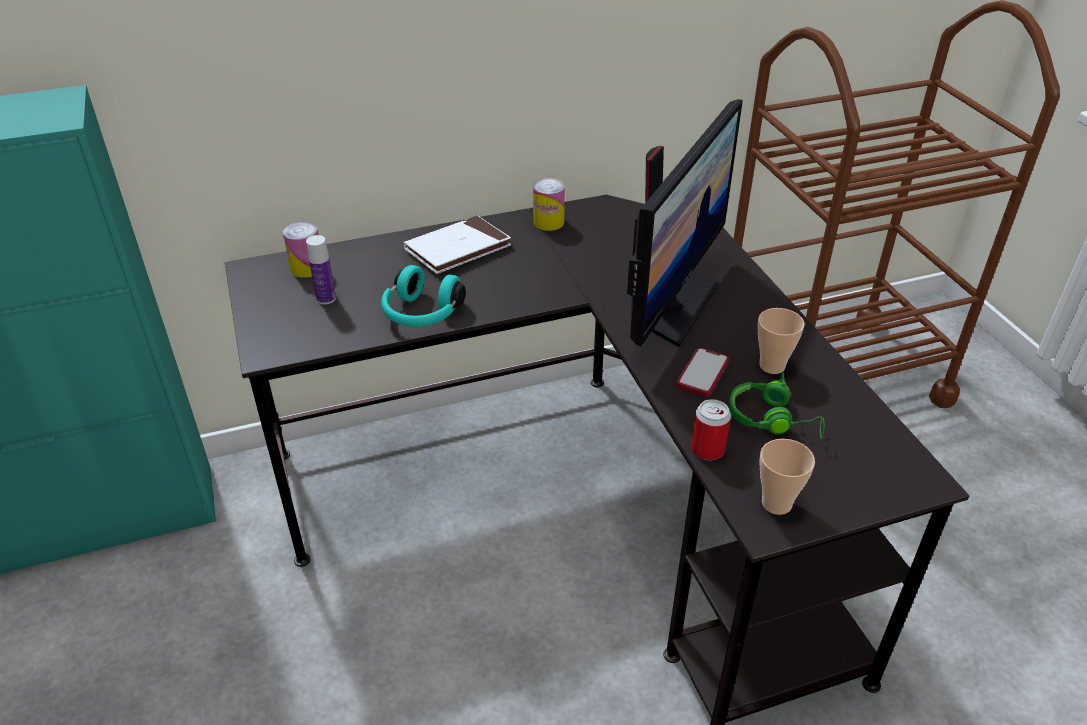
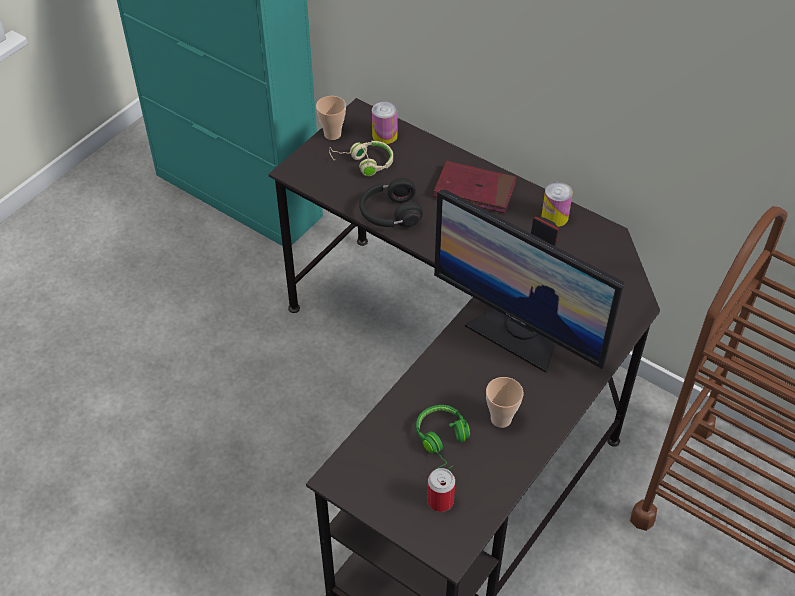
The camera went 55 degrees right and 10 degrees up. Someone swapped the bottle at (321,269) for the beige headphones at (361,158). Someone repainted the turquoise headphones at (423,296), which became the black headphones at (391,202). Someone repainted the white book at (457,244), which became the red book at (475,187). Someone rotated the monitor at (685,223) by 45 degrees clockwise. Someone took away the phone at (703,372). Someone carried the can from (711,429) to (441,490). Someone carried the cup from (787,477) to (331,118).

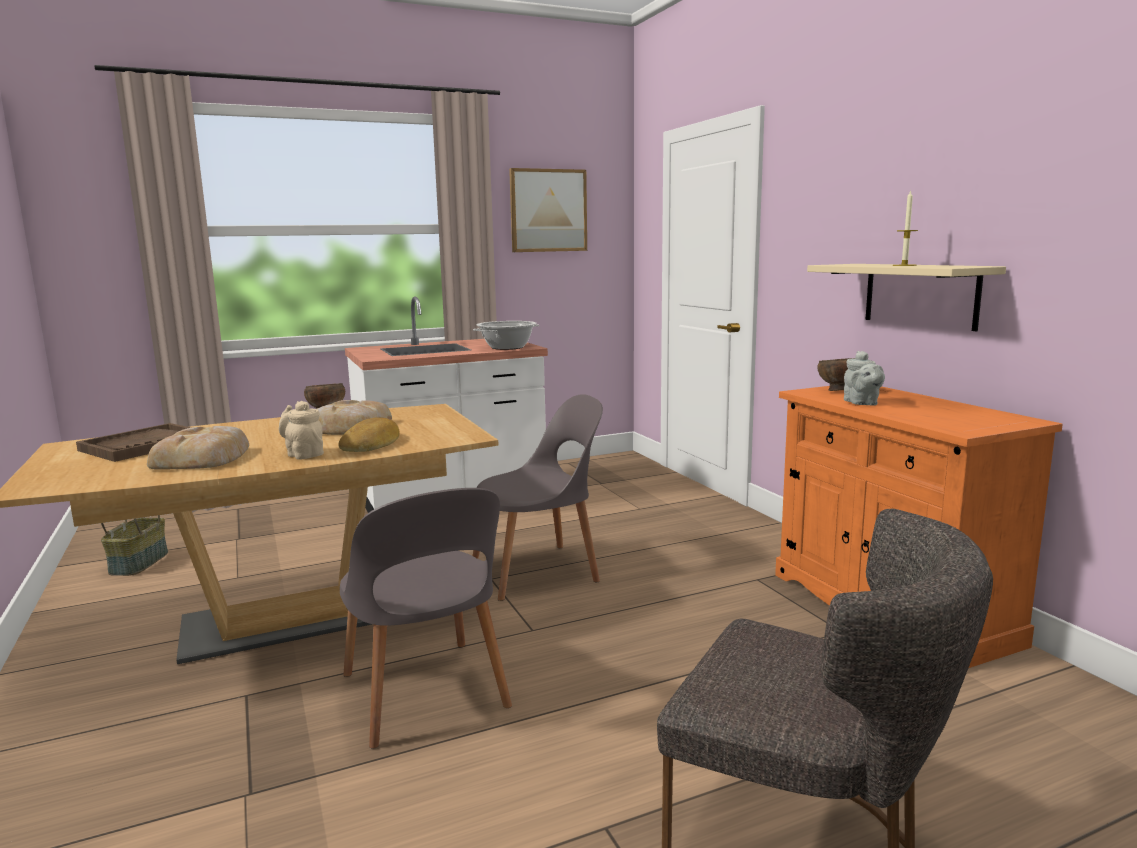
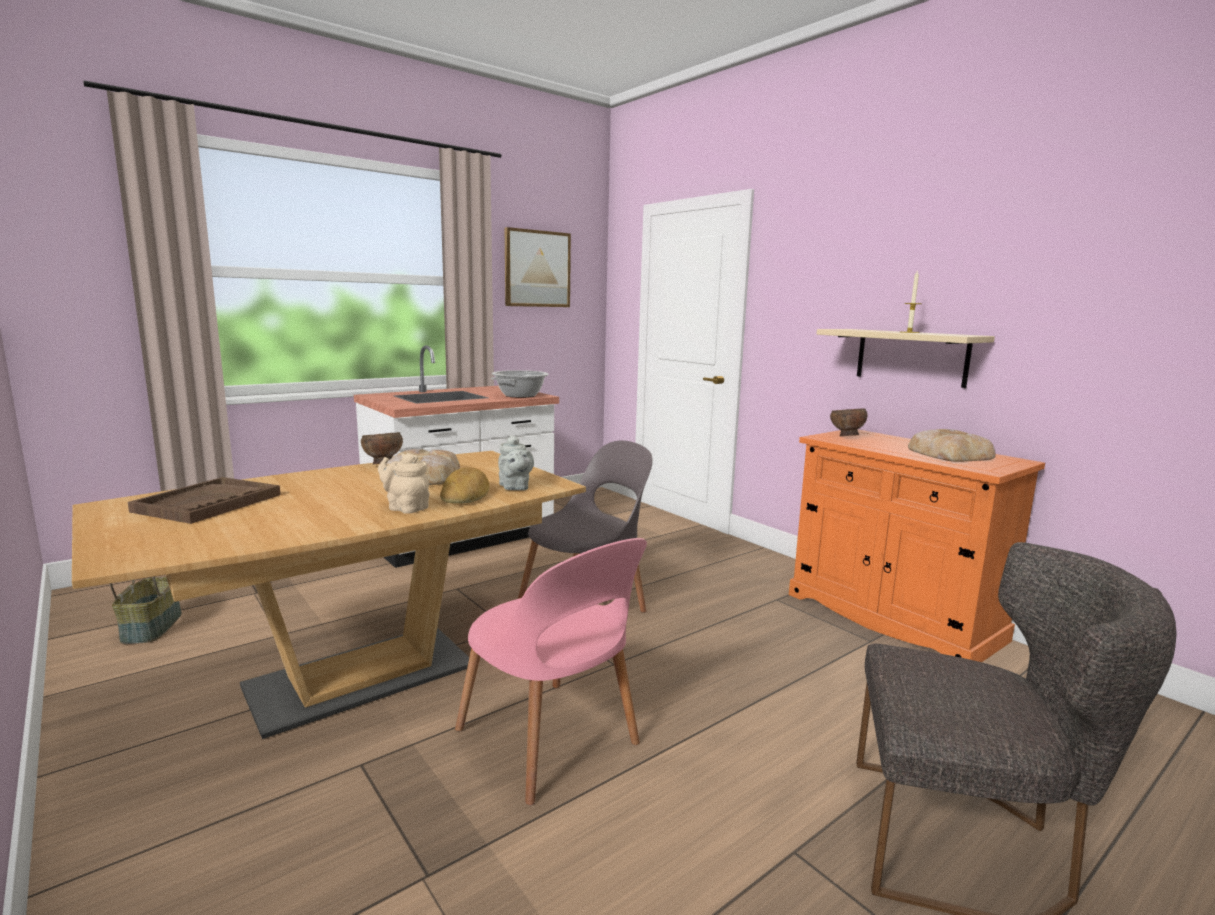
The camera went 15 degrees left and 0 degrees up. Someone carried the bread from (198,448) to (952,445). Someone repainted the grey chair at (426,618), which became the pink chair at (551,671). Someone carried the grey teapot from (864,378) to (516,462).

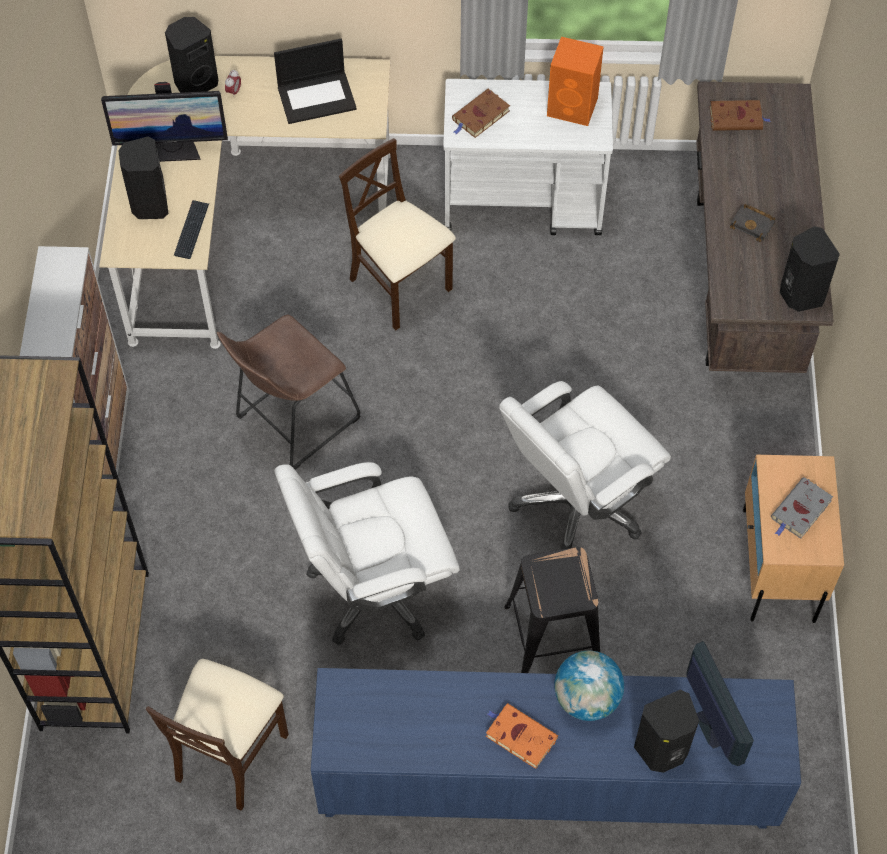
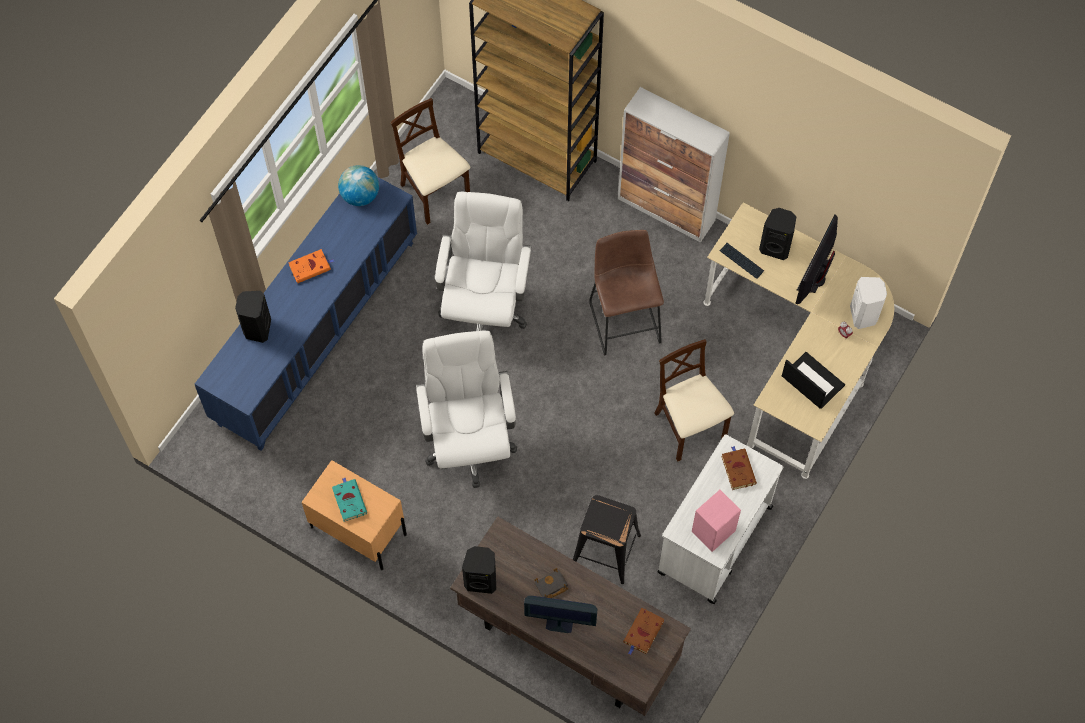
The camera went 120 degrees right and 5 degrees up. Someone repainted the black speaker at (191,55), which became the white speaker at (868,303). Someone rotated the laptop at (315,81) by 120 degrees clockwise. Someone rotated the beige chair at (397,234) by 105 degrees counterclockwise. Someone carried the black stool from (552,610) to (607,539). Someone repainted the orange speaker at (575,81), which became the pink speaker at (716,521). Someone carried the globe from (589,686) to (358,185). Someone carried the monitor from (720,703) to (561,614). Someone repainted the grey book at (802,508), which became the turquoise book at (349,500).

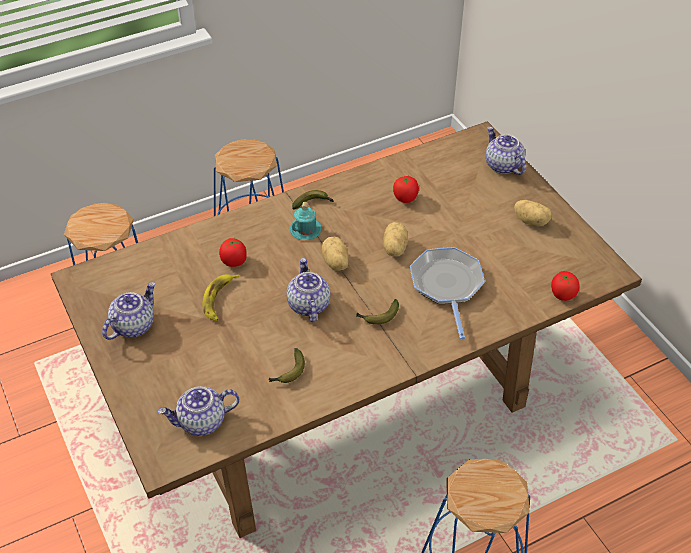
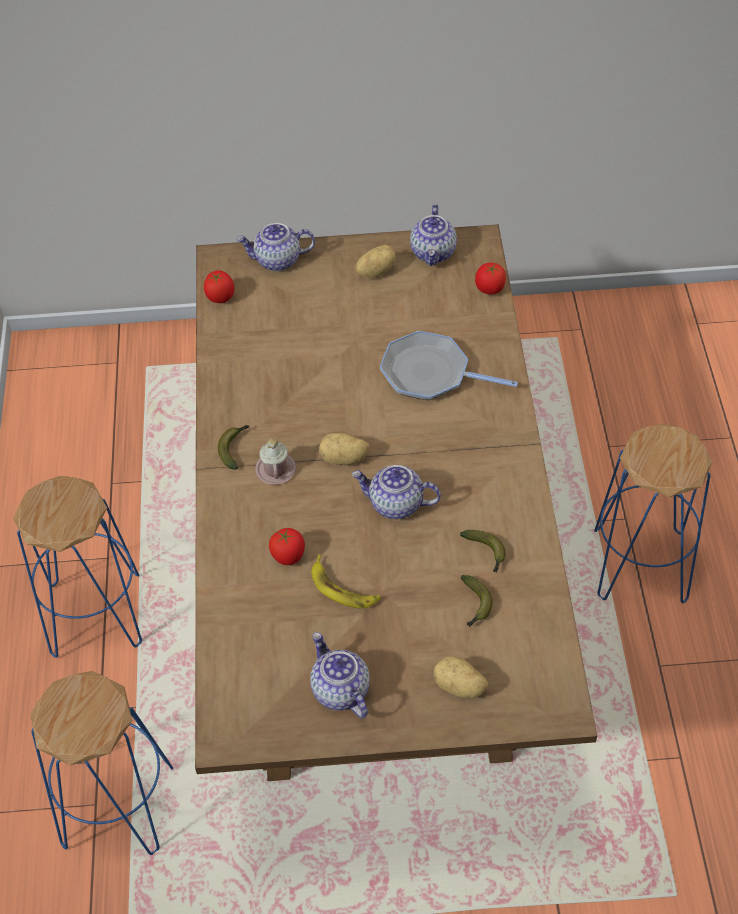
The camera went 65 degrees left and 5 degrees up. Someone carried the teapot from (198,411) to (433,235). Someone repainted the turquoise mug at (306,221), which became the pink mug at (275,461). Someone carried the banana from (377,312) to (477,601). Someone carried the potato from (395,239) to (460,677). Someone carried the tomato from (406,189) to (219,286).

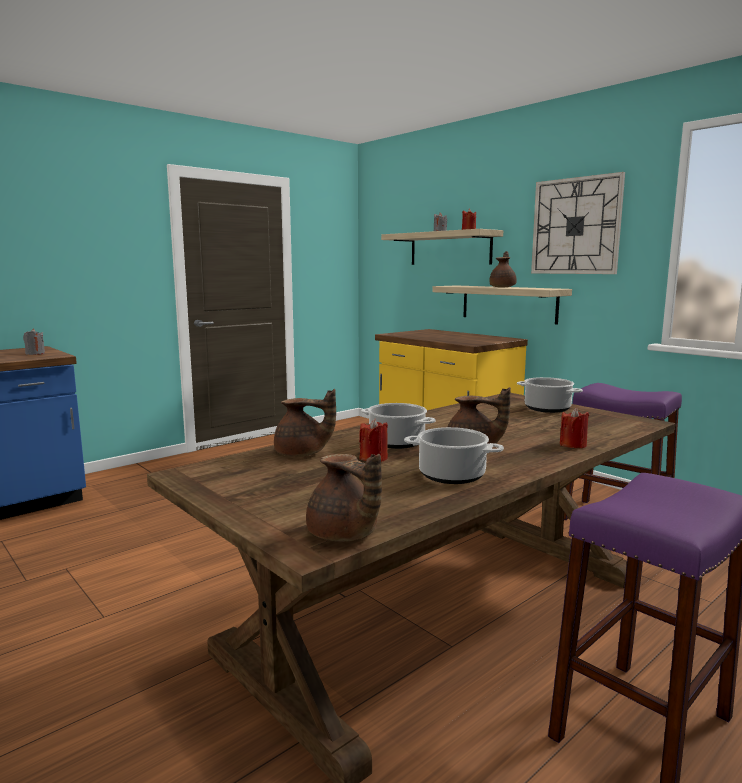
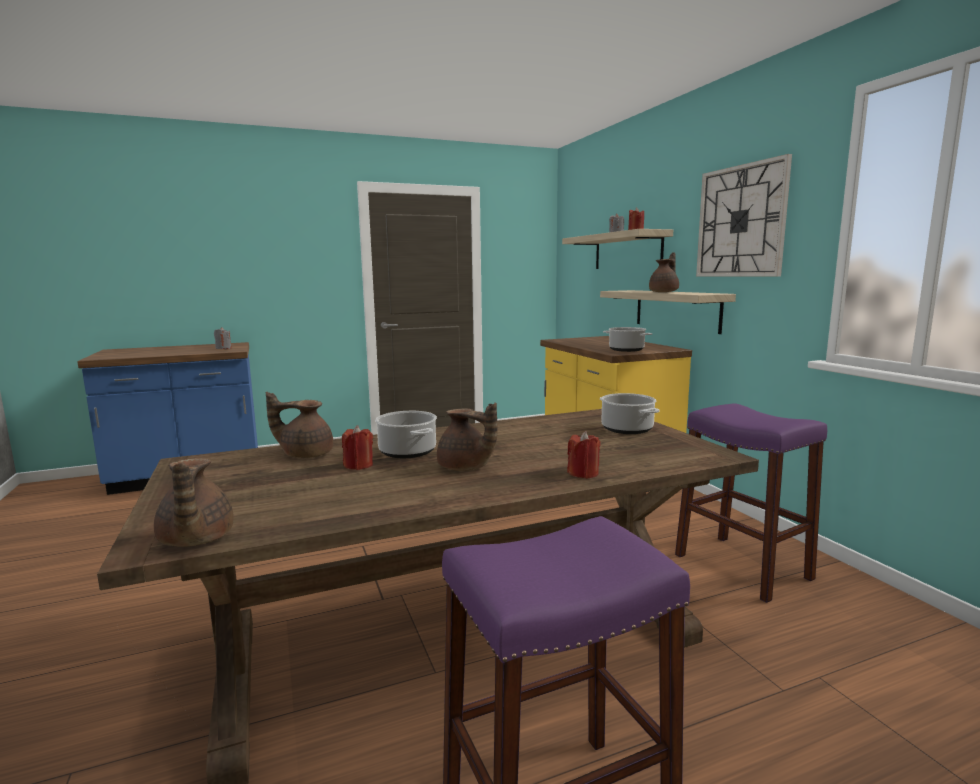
The camera went 20 degrees right and 0 degrees up. Someone rotated the brown teapot at (305,423) by 150 degrees clockwise. Someone carried the cooking pot from (454,455) to (628,339).

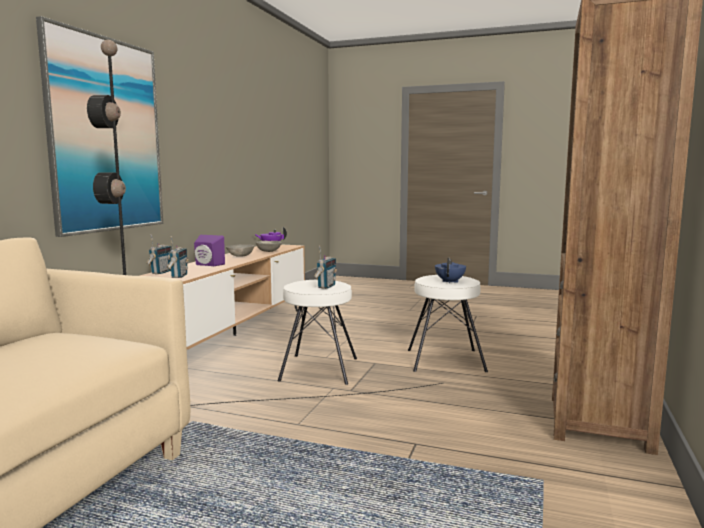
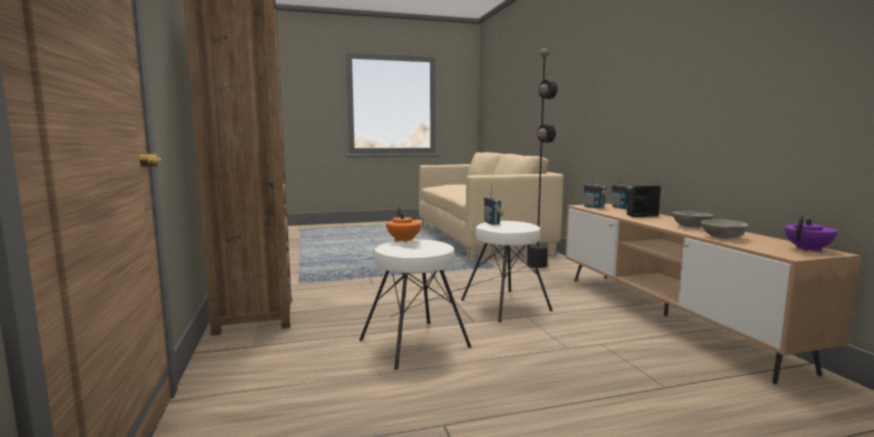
The camera went 145 degrees right and 0 degrees up. Someone took away the picture at (99,126). Someone repainted the purple speaker at (209,250), which became the black speaker at (644,201). Someone repainted the blue teapot at (450,270), which became the orange teapot at (404,225).

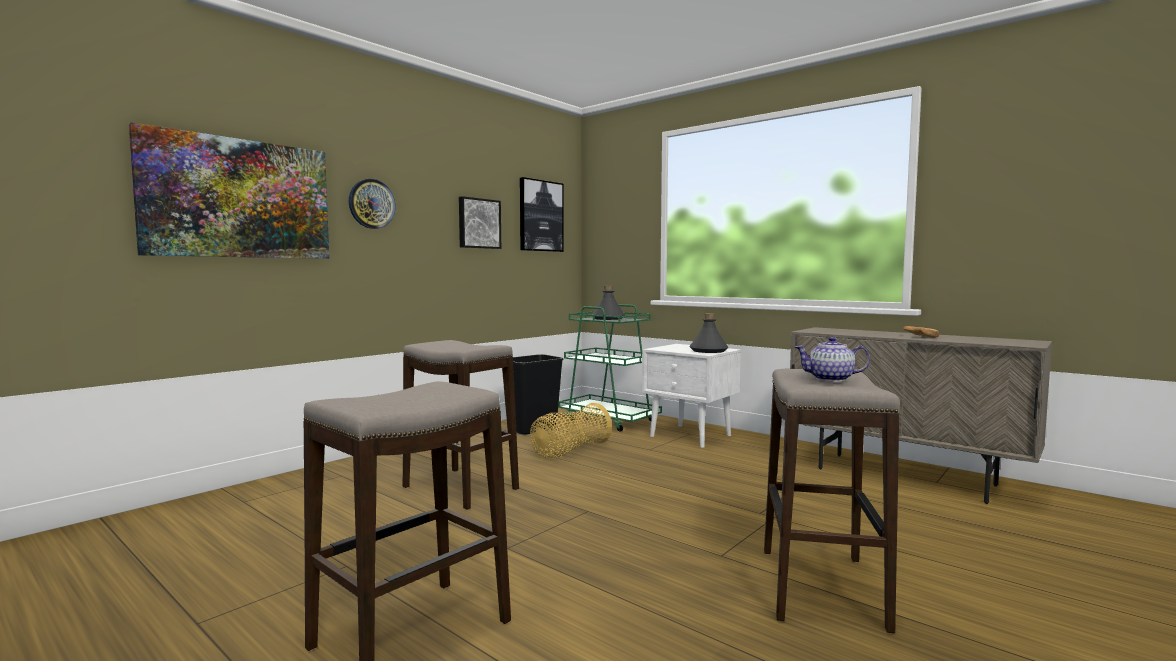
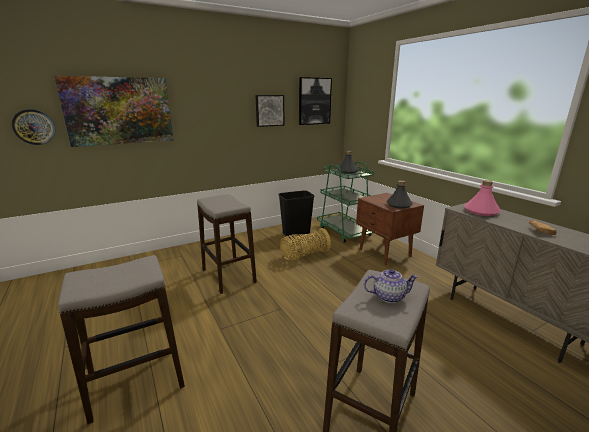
The camera went 20 degrees right and 15 degrees up. Someone carried the wall clock from (372,204) to (34,127). Someone repainted the white nightstand at (691,396), which became the brown nightstand at (390,229). Someone rotated the teapot at (832,359) by 150 degrees clockwise. Someone put down the pink bottle at (482,198).

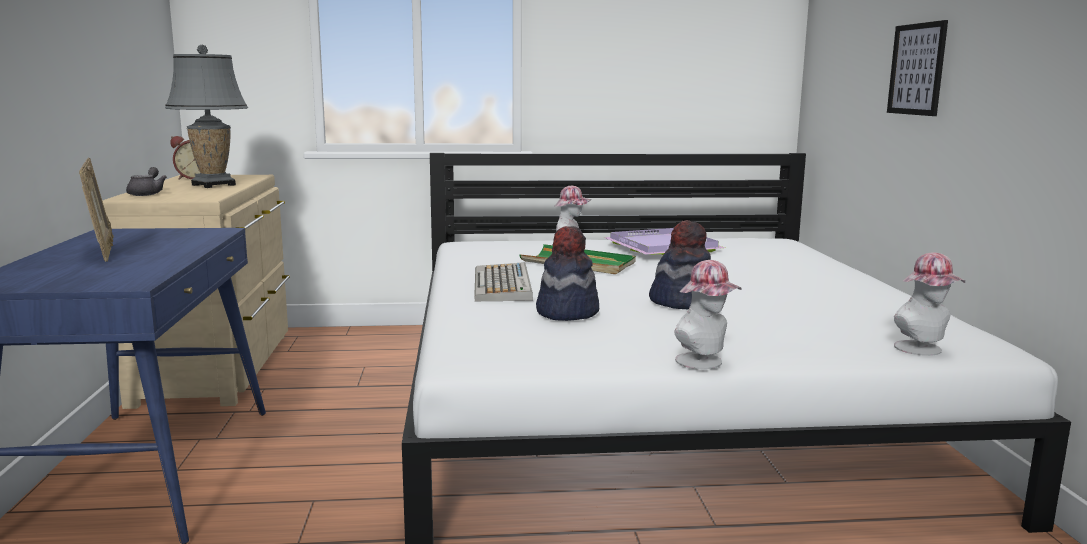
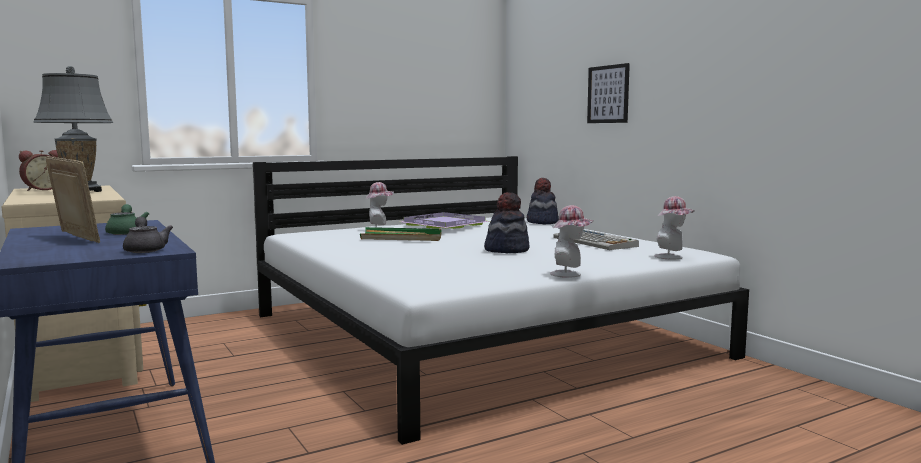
The camera went 25 degrees left and 5 degrees down. Someone carried the grey teapot from (146,181) to (148,235). Someone carried the keyboard from (503,281) to (596,240). Someone carried the hat from (567,273) to (543,201). Someone put down the green teapot at (127,219).

